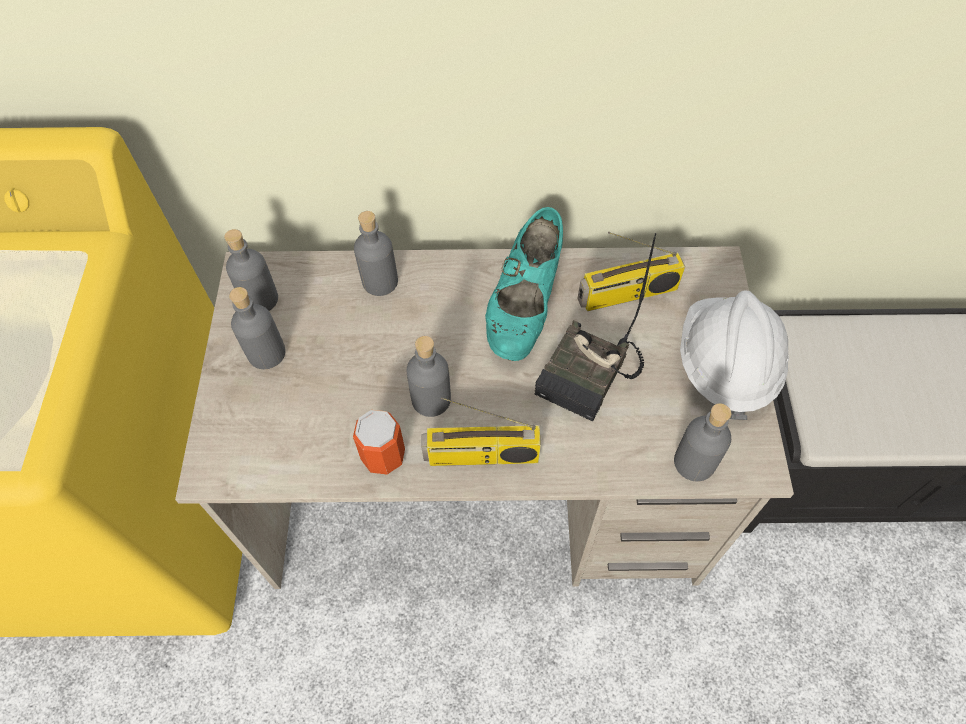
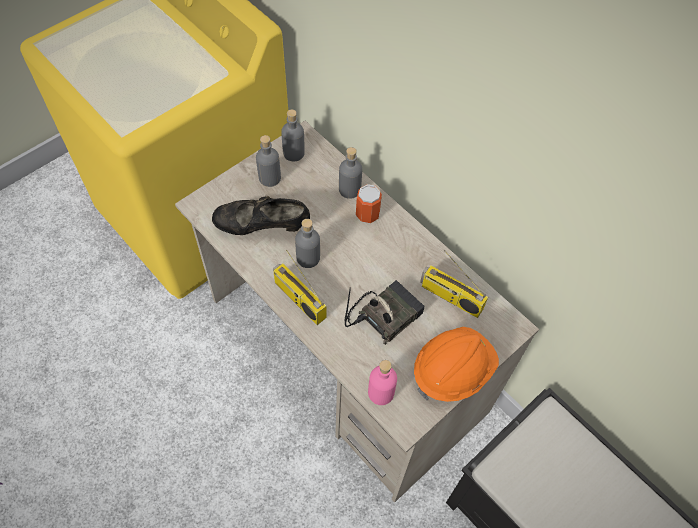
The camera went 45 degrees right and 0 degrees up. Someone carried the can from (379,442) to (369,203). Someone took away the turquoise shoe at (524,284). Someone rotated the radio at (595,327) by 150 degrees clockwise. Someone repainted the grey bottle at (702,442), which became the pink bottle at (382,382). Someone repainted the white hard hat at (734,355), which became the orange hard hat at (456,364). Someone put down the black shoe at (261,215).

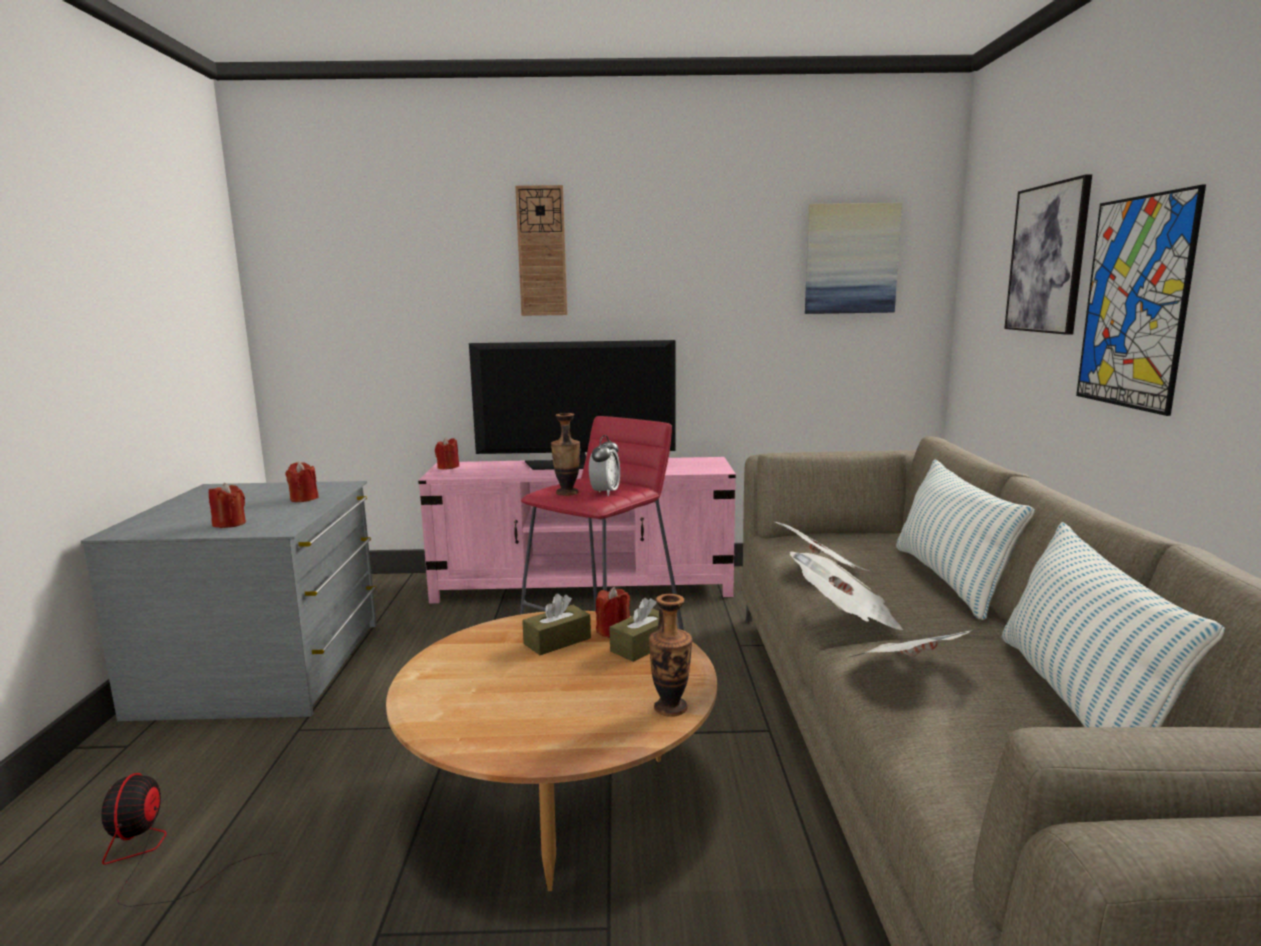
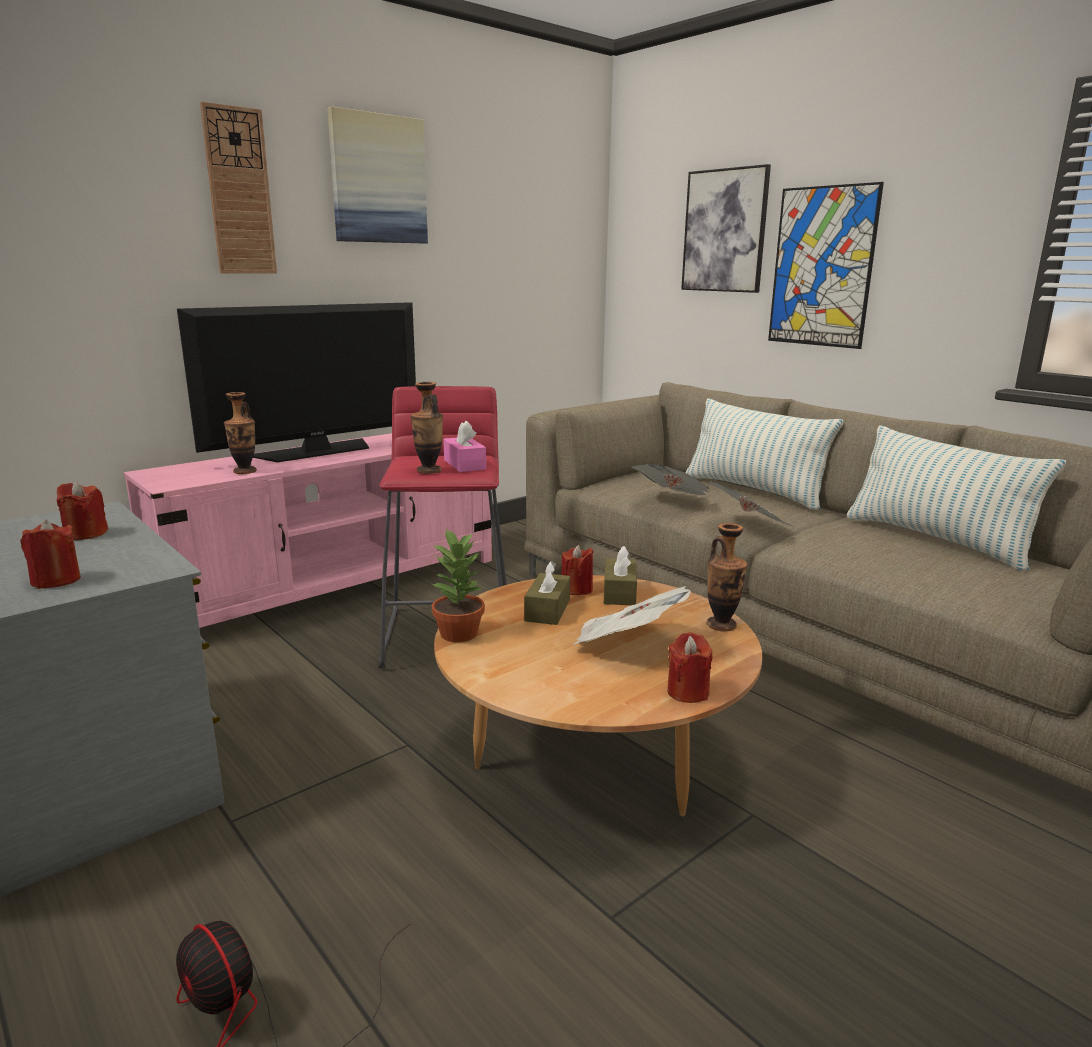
The camera went 40 degrees left and 5 degrees up. Someone carried the red candle from (447,453) to (689,667). Someone swapped the alarm clock at (604,465) for the pink tissue box at (464,446). Someone carried the picture from (853,258) to (377,174). Someone carried the newspaper from (916,643) to (632,615). Someone put down the vase at (240,433). Someone put down the potted plant at (458,585).

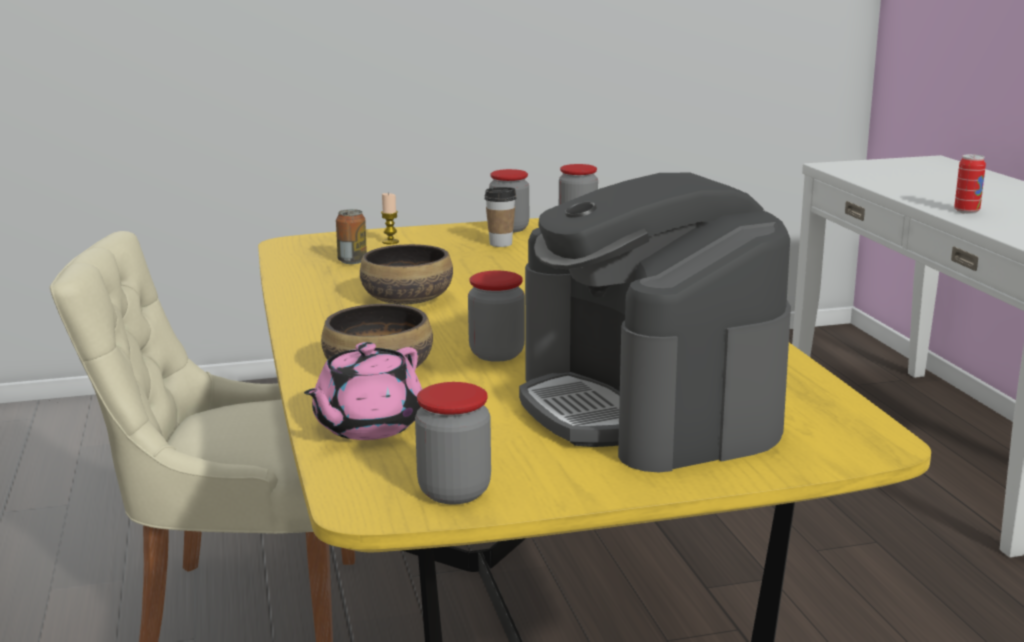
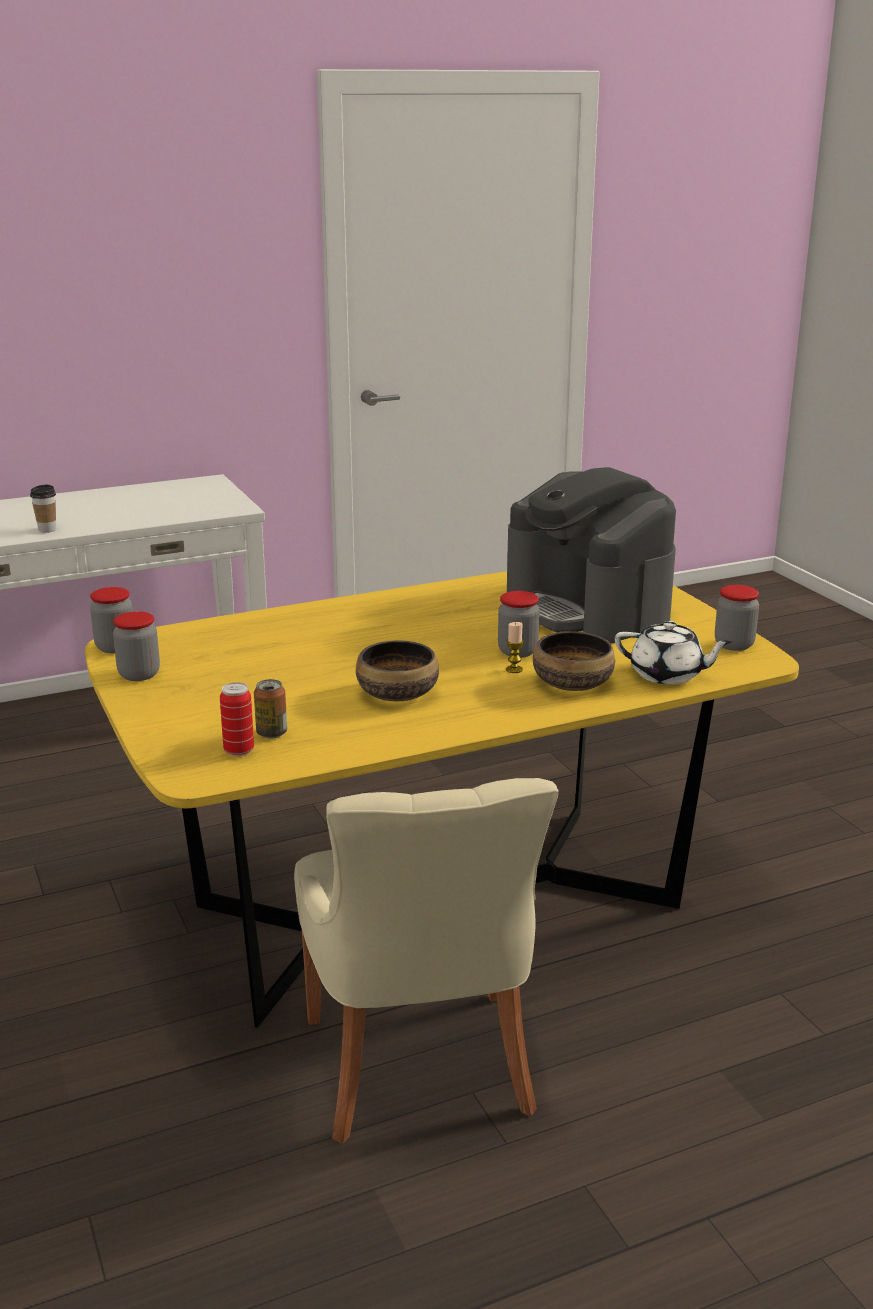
The camera went 100 degrees left and 5 degrees up. Someone repainted the pink teapot at (363,391), which became the white teapot at (673,652). Someone carried the candle from (390,218) to (515,647). Someone carried the cup from (500,217) to (43,509). Someone rotated the coffee machine at (655,322) by 90 degrees clockwise. Someone carried the can from (970,184) to (237,719).

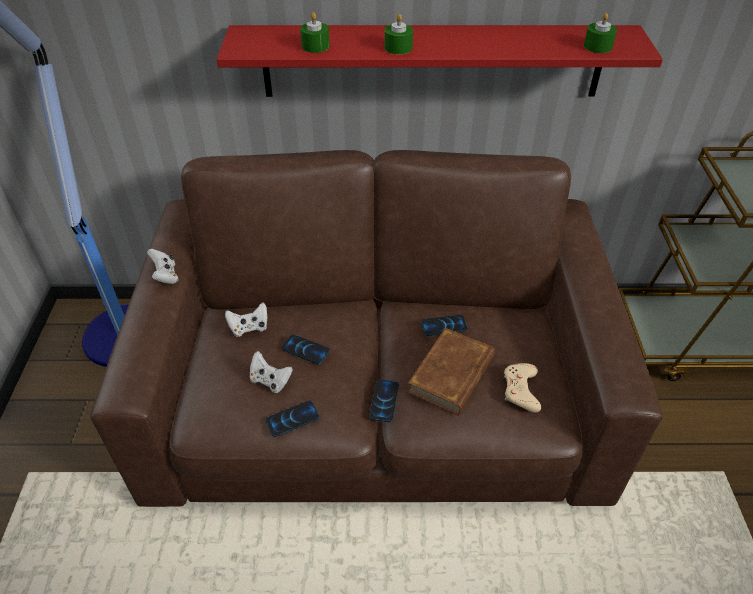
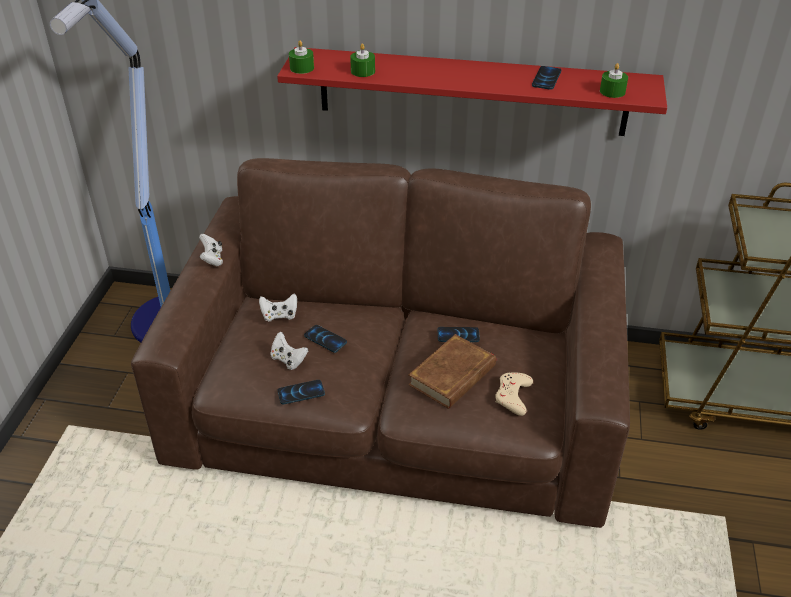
The camera went 10 degrees right and 5 degrees down. Someone carried the phone from (384,401) to (546,78). Someone carried the green candle from (398,34) to (301,57).

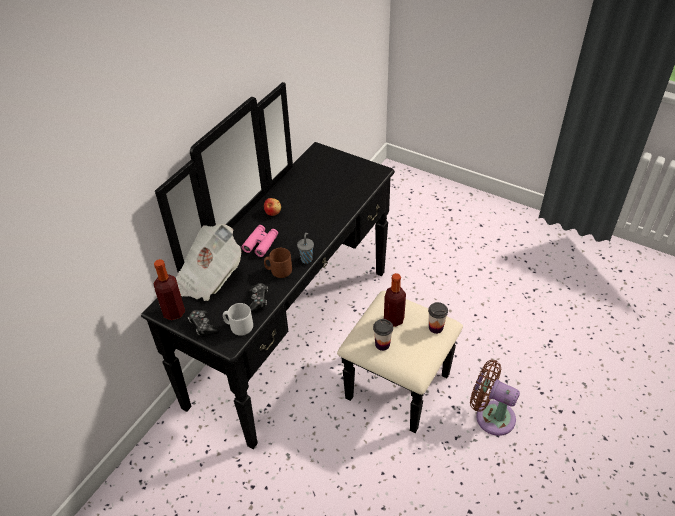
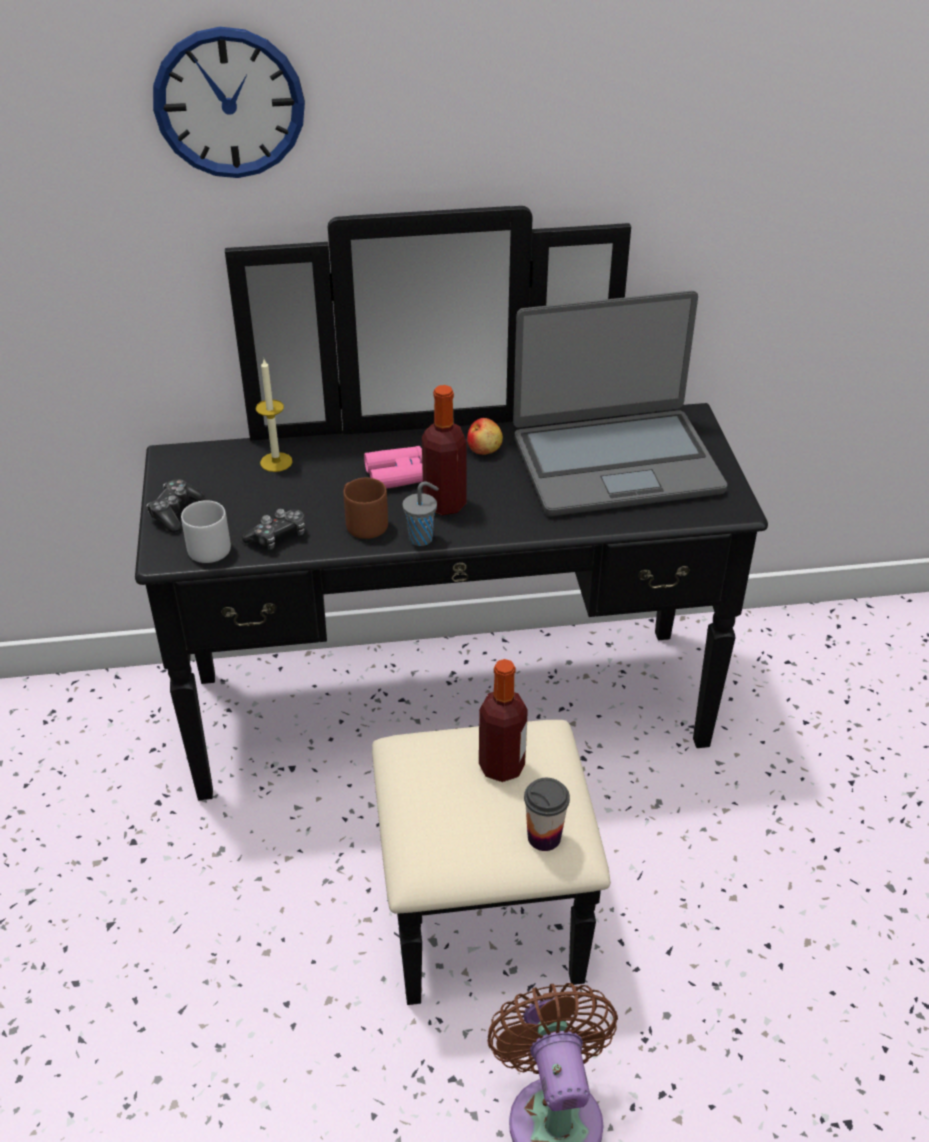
The camera went 50 degrees right and 5 degrees down. Someone carried the bottle from (169,289) to (444,450). Someone swapped the newspaper at (208,262) for the candle at (274,415). Someone took away the cup at (383,335). Someone put up the wall clock at (229,102). Someone put down the laptop at (620,403).

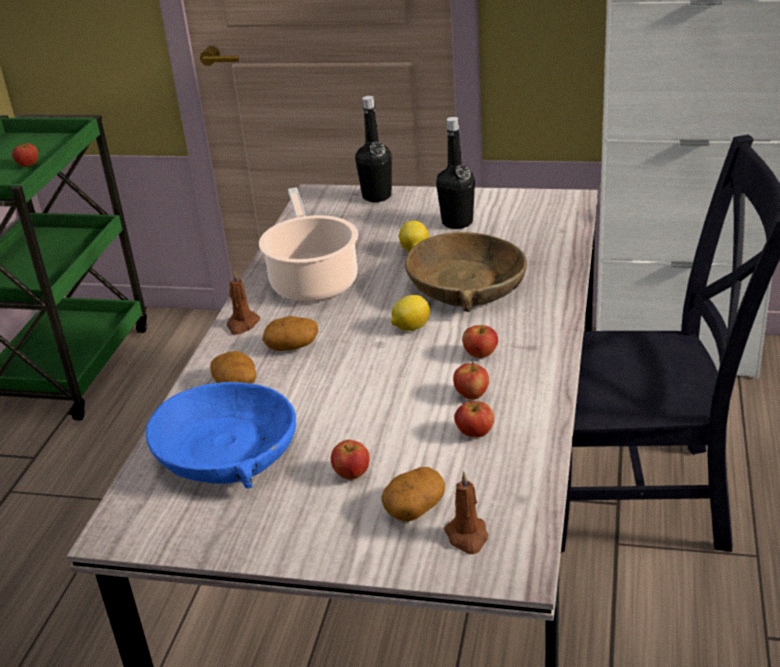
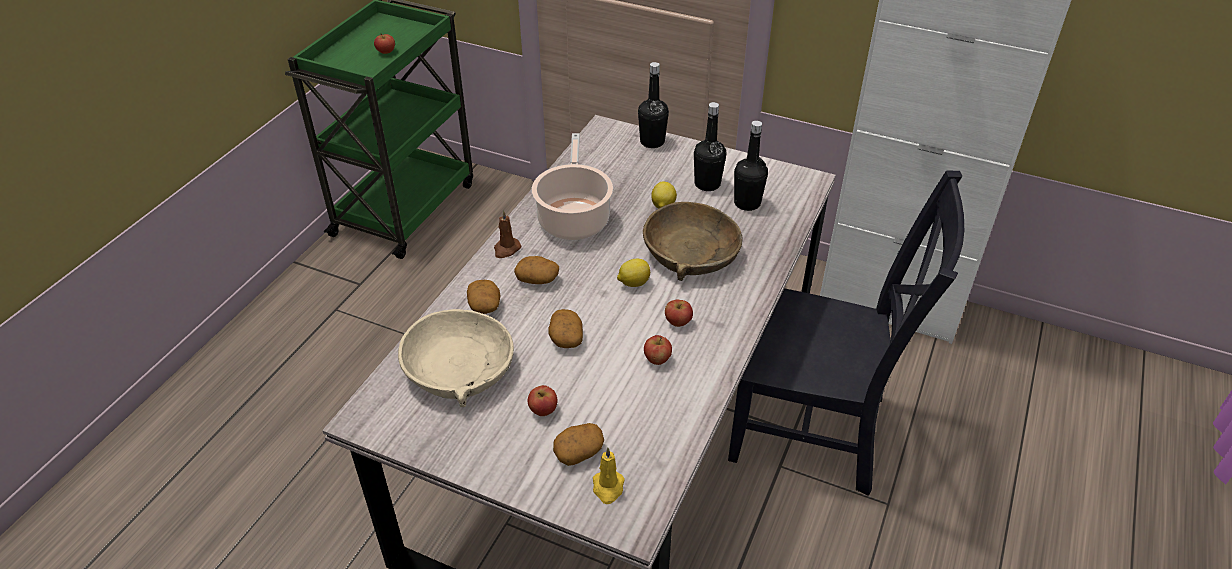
The camera went 10 degrees right and 10 degrees up. Someone repainted the blue bowl at (221,435), which became the beige bowl at (456,358). Someone repainted the brown candle at (466,512), which became the yellow candle at (609,476). Someone took away the apple at (474,418). Someone put down the potato at (565,328). Someone put down the black bottle at (751,165).

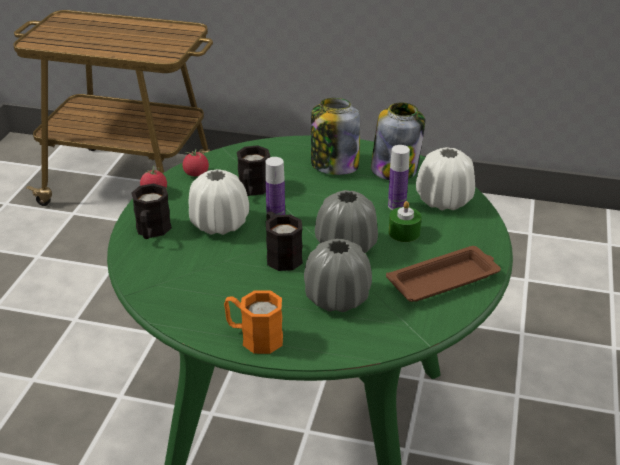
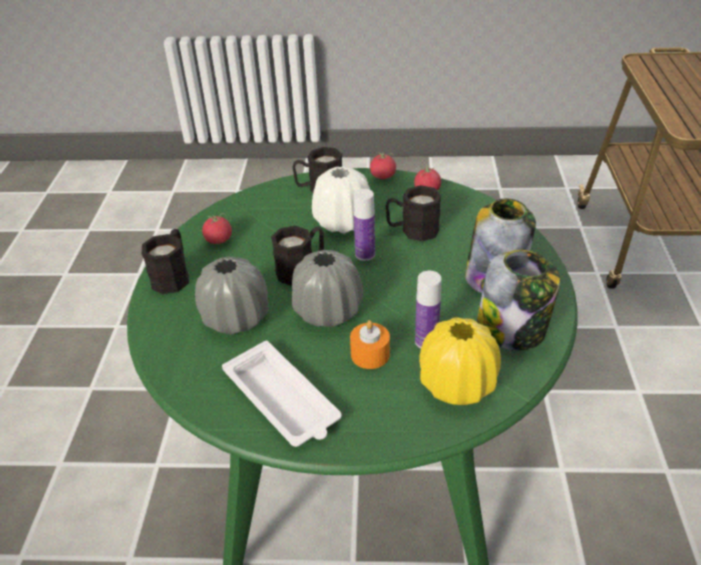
The camera went 80 degrees right and 5 degrees up. Someone repainted the orange mug at (253,322), which became the black mug at (165,261). Someone repainted the brown tray at (443,274), which became the white tray at (282,393). Someone repainted the green candle at (405,221), which became the orange candle at (370,344). Someone repainted the white vase at (445,179), which became the yellow vase at (460,361). Someone put down the tomato at (217,228).

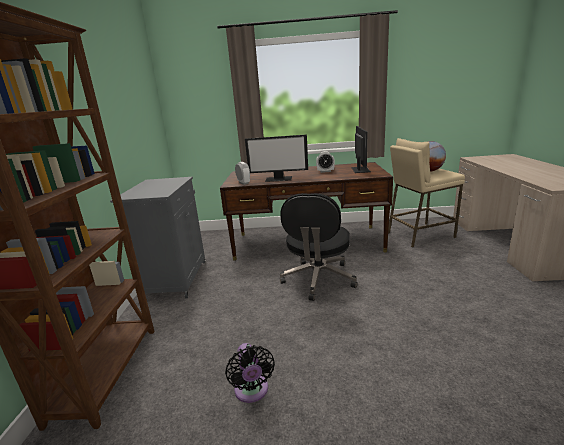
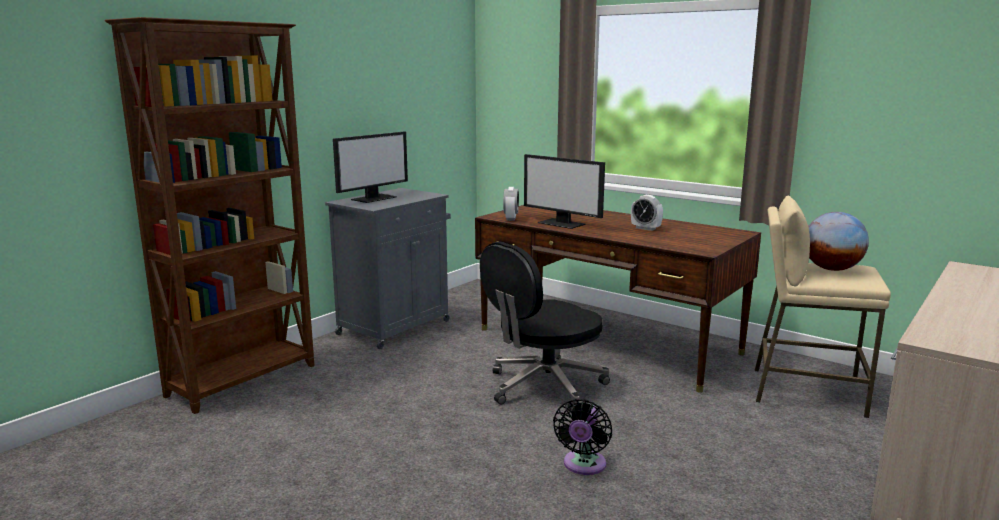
The camera went 35 degrees right and 5 degrees down. Someone carried the black fan from (250,373) to (582,437). Someone carried the monitor from (361,149) to (370,167).

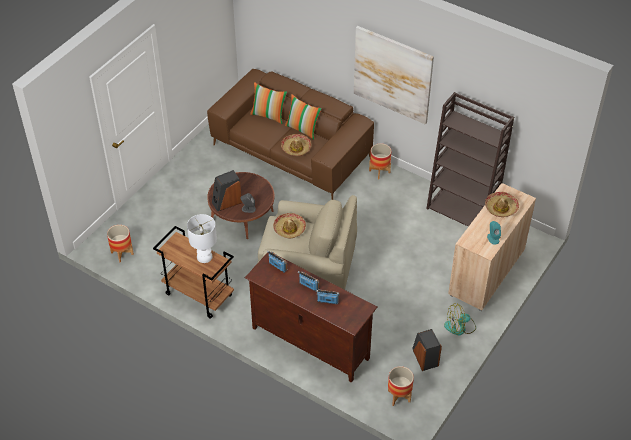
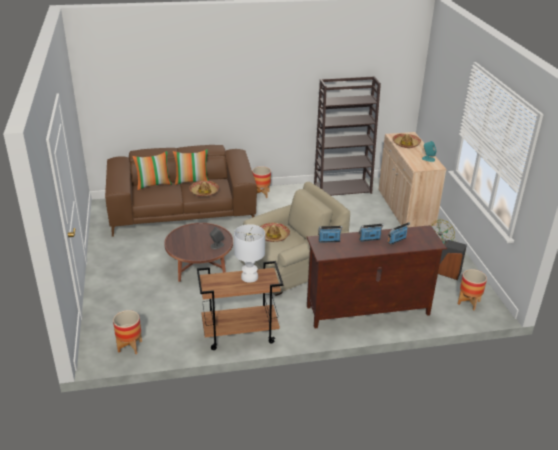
The camera went 45 degrees left and 15 degrees down. Someone took away the speaker at (227,190). Someone took away the picture at (394,75).

